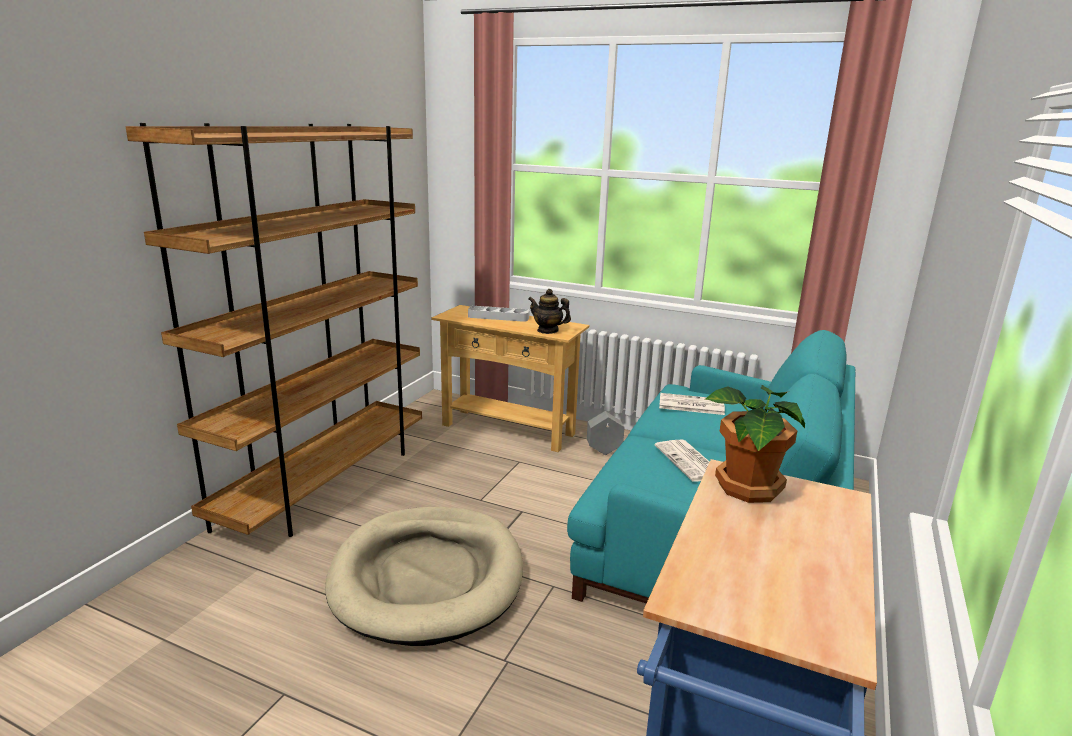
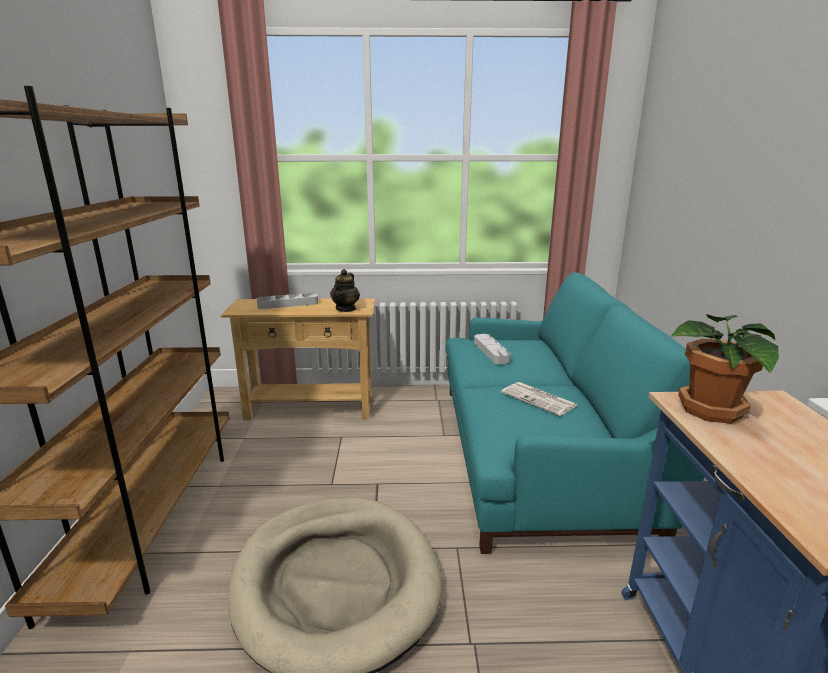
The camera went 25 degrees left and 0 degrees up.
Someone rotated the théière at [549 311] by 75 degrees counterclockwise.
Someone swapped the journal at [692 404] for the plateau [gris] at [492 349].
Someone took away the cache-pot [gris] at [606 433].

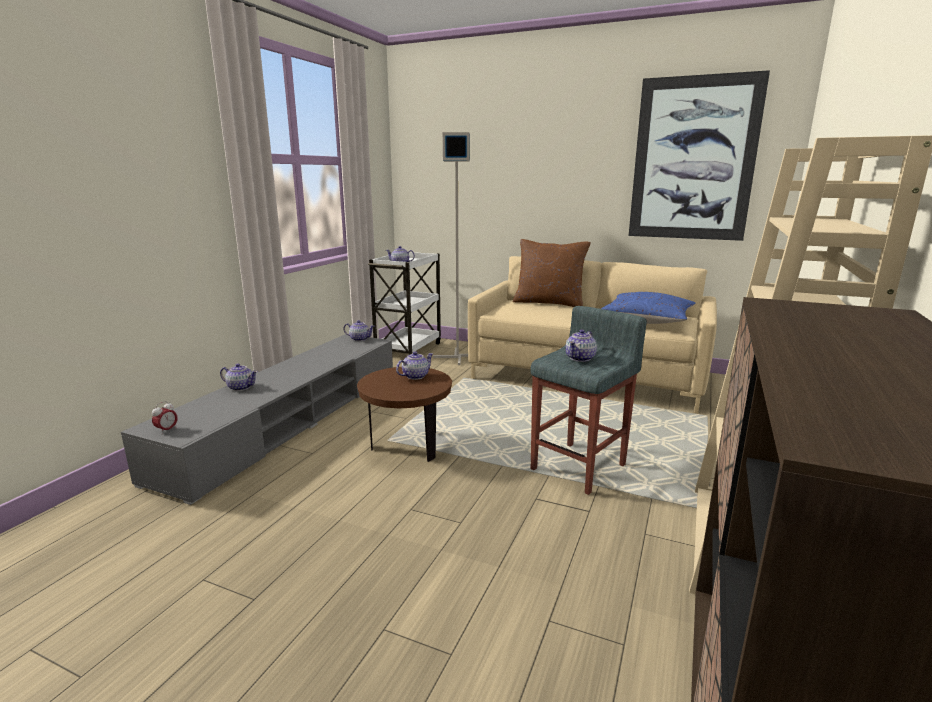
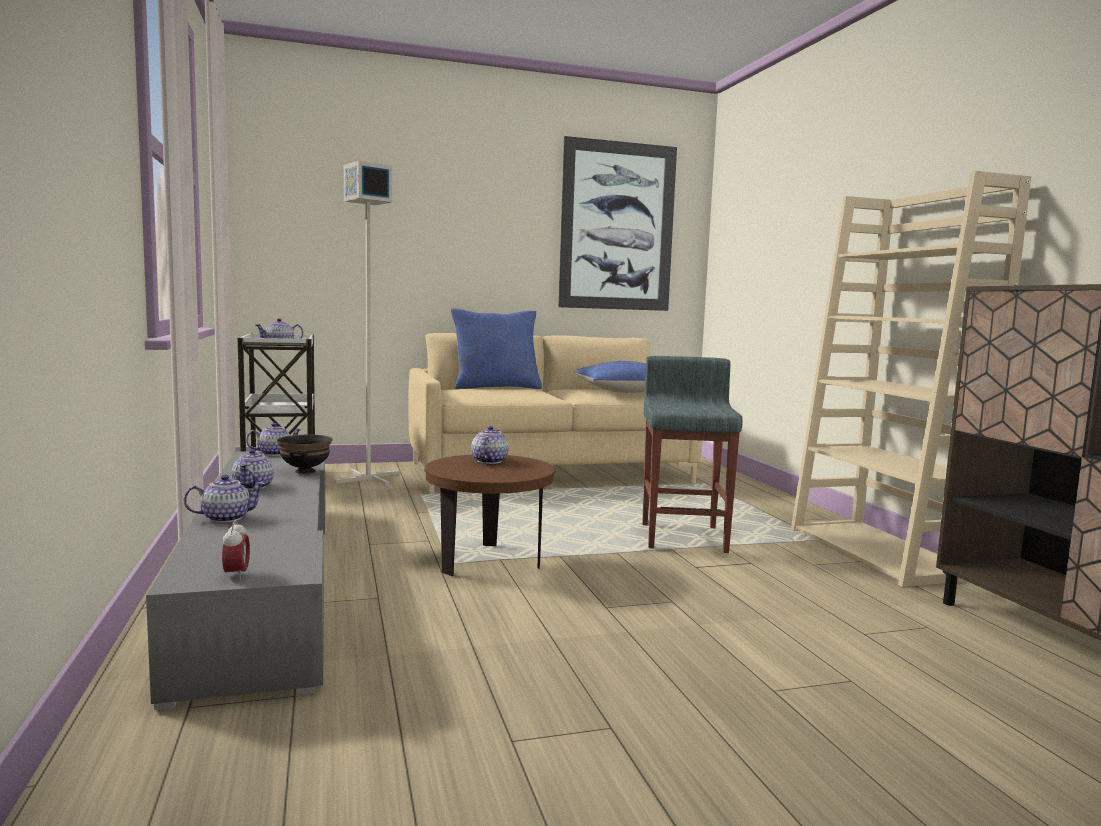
The camera went 40 degrees left and 10 degrees down.
Someone repainted the coussin [marron] at [552 273], which became the coussin [bleu] at [496 348].
Someone carried the théière from [581 345] to [253 469].
Someone put down the bol [noir] at [304 454].

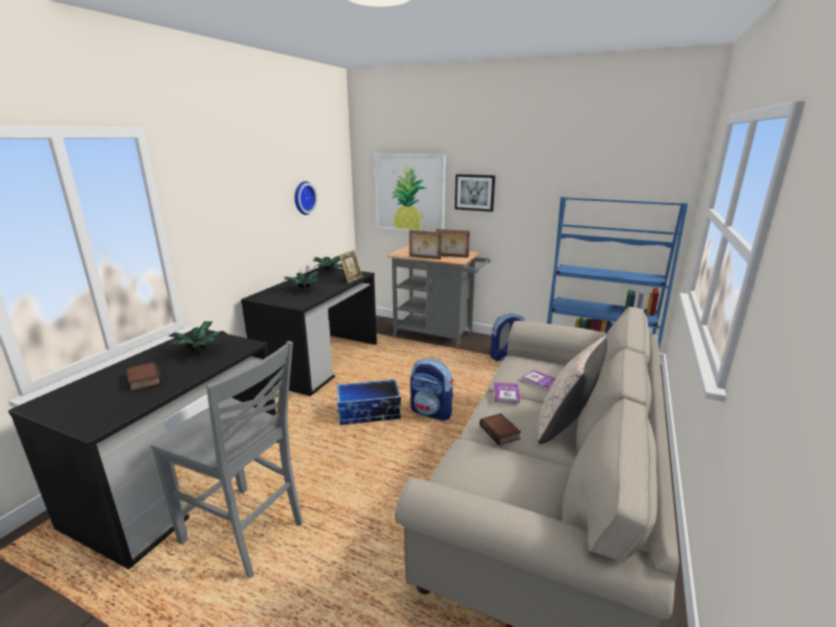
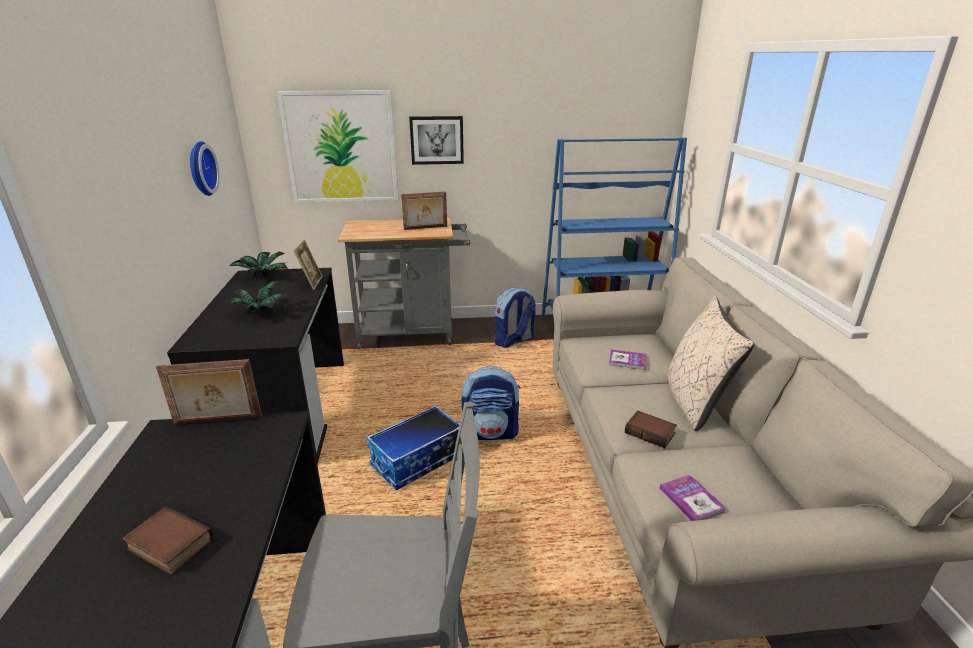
The camera went 30 degrees left and 5 degrees up.
Someone carried the cadre photo from [425 244] to [209 392].
Someone took away the plante en pot at [194 336].
Someone carried the livre from [507 392] to [692 498].

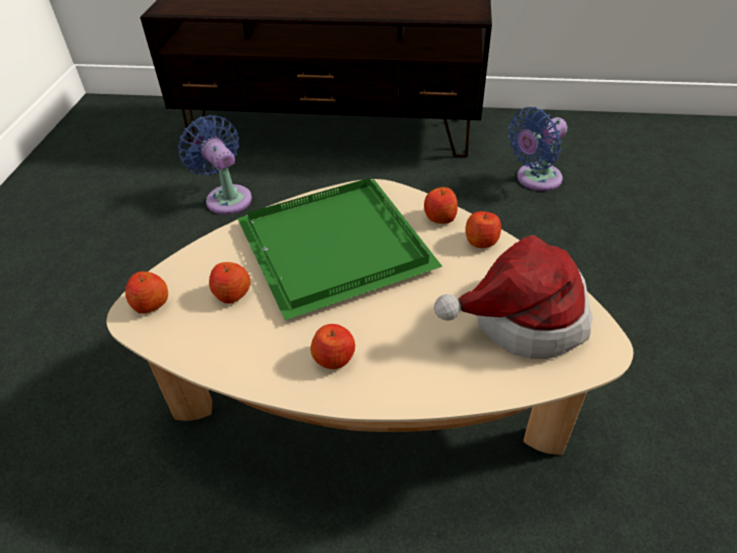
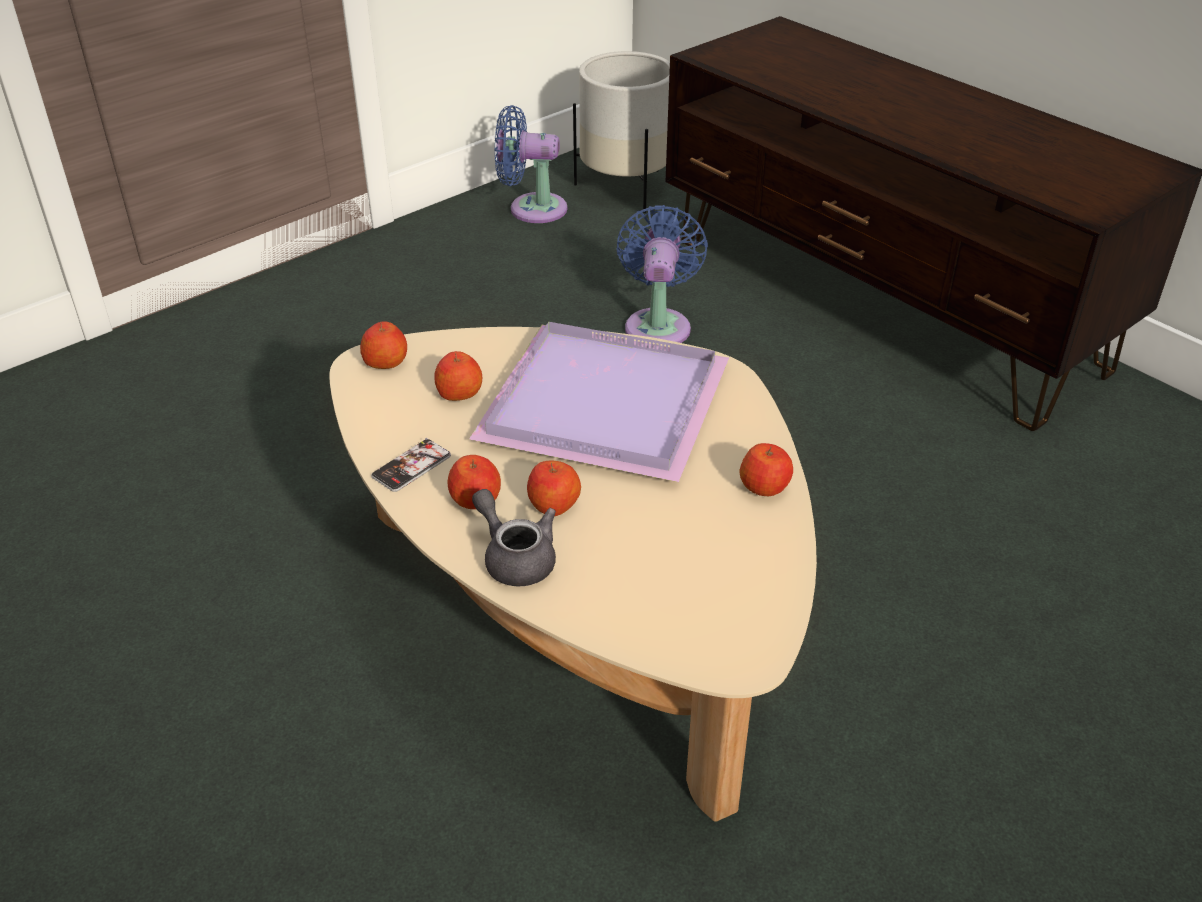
The camera went 40 degrees right and 5 degrees down.
Someone carried the ventilateur [bleu] from [538 149] to [531 164].
Someone repainted the plateau [vert] at [340 249], which became the plateau [violet] at [599 402].
Someone carried the pomme from [441 205] to [554 488].
Someone took away the chapeau at [513 297].
Someone put down the cache-pot [blanc] at [621 132].
Someone put down the téléphone at [411 465].
Someone put down the théière [gris] at [514 537].

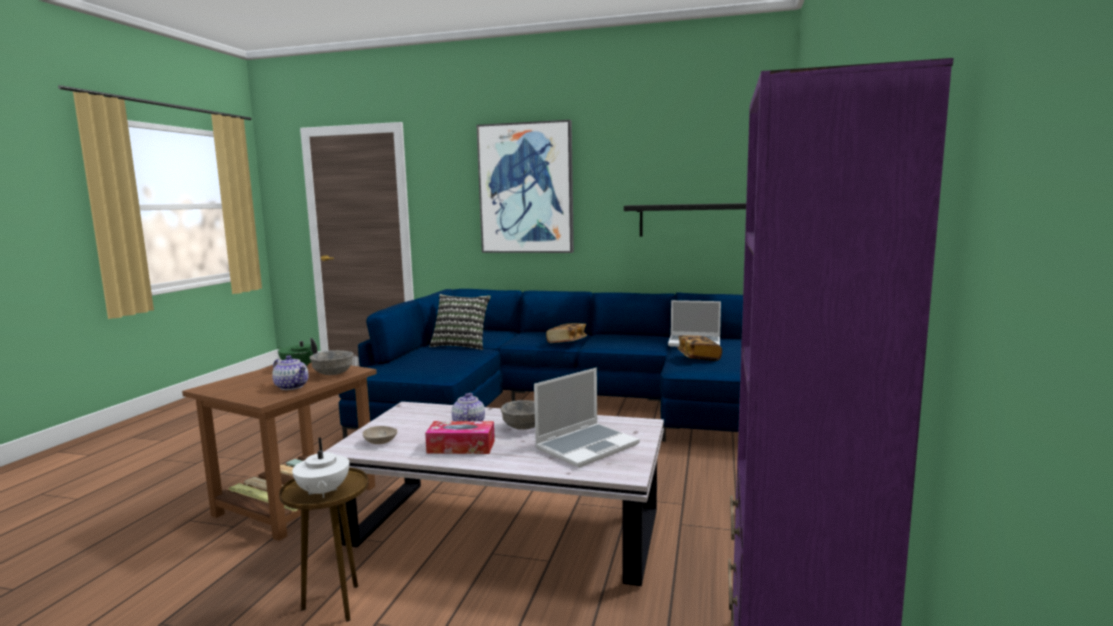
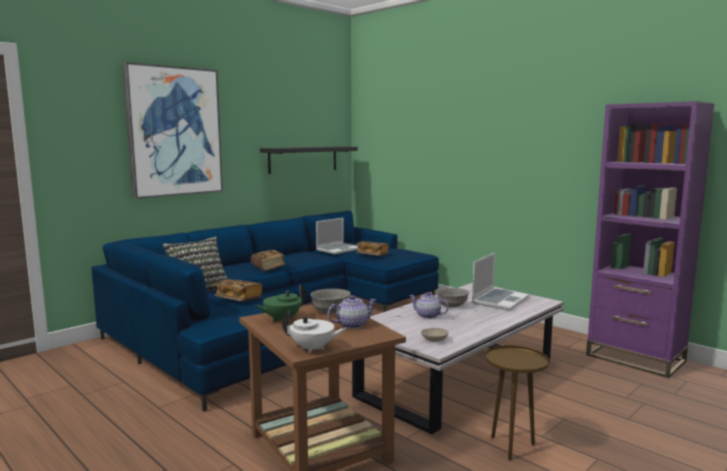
The camera went 60 degrees left and 0 degrees up.
Someone rotated the ordinateur portable at [587 418] by 45 degrees clockwise.
Someone took away the boîte à mouchoirs at [460 437].
Someone carried the théière [blanc] from [320 468] to [314 332].
Someone put down the livre at [238 290].

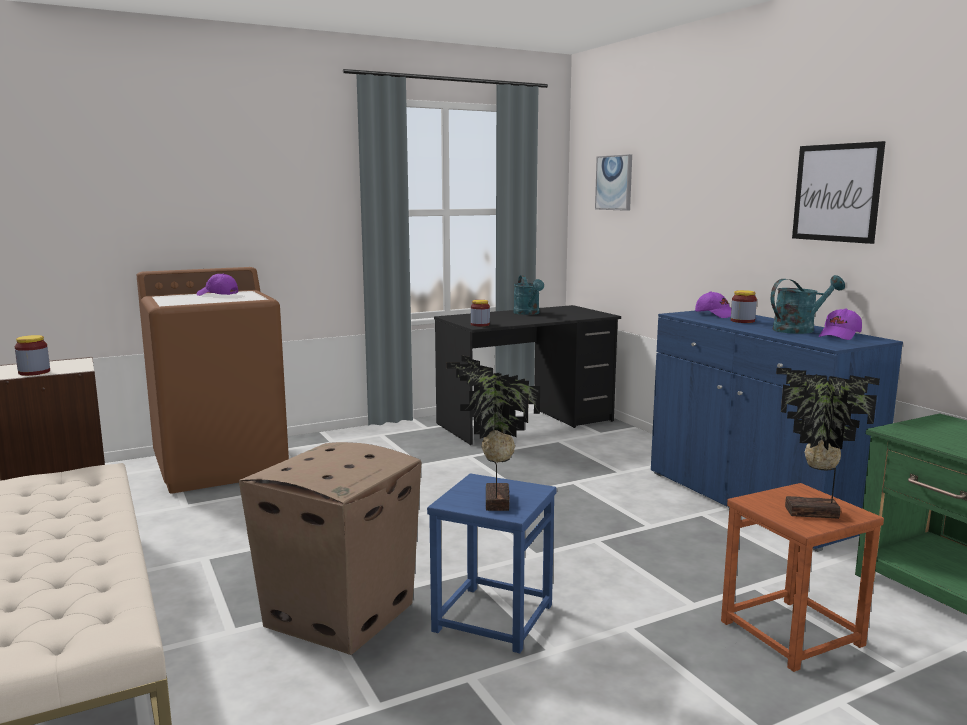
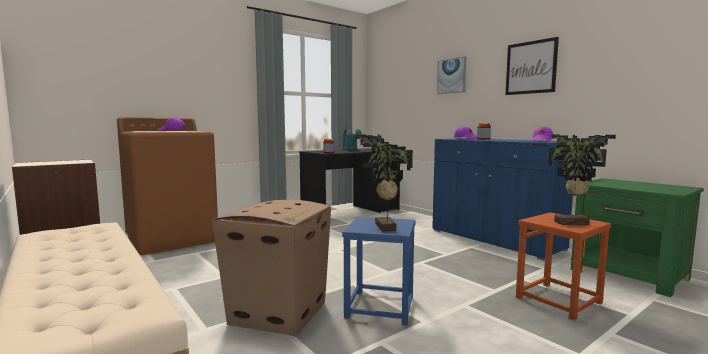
The camera went 10 degrees left and 5 degrees down.
Someone carried the tableau from [613 182] to [451 75].
Someone took away the arrosoir [turquoise] at [808 304].
Someone took away the bocal at [32 355].

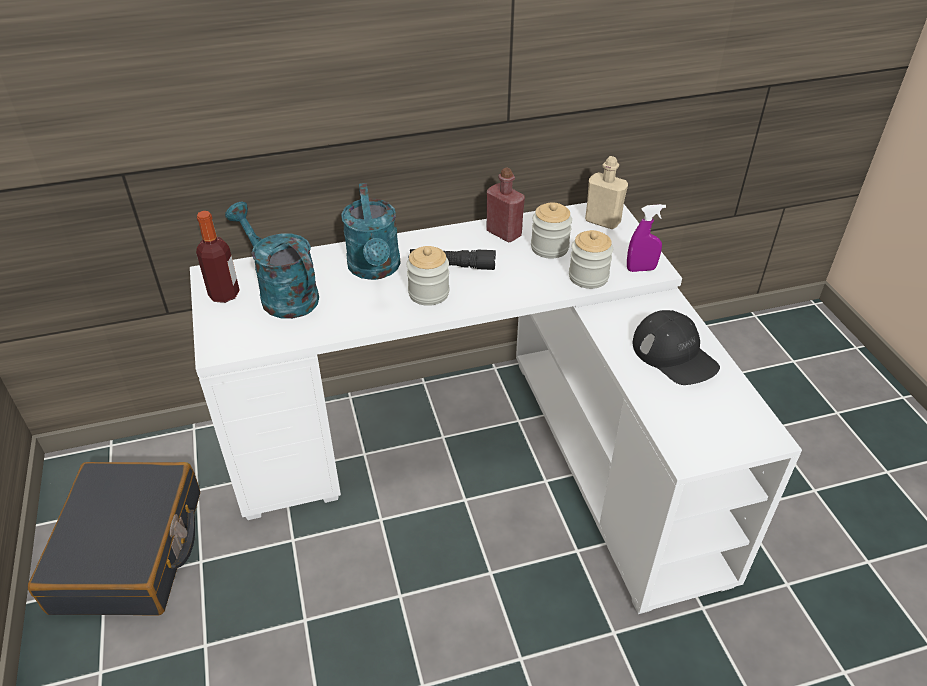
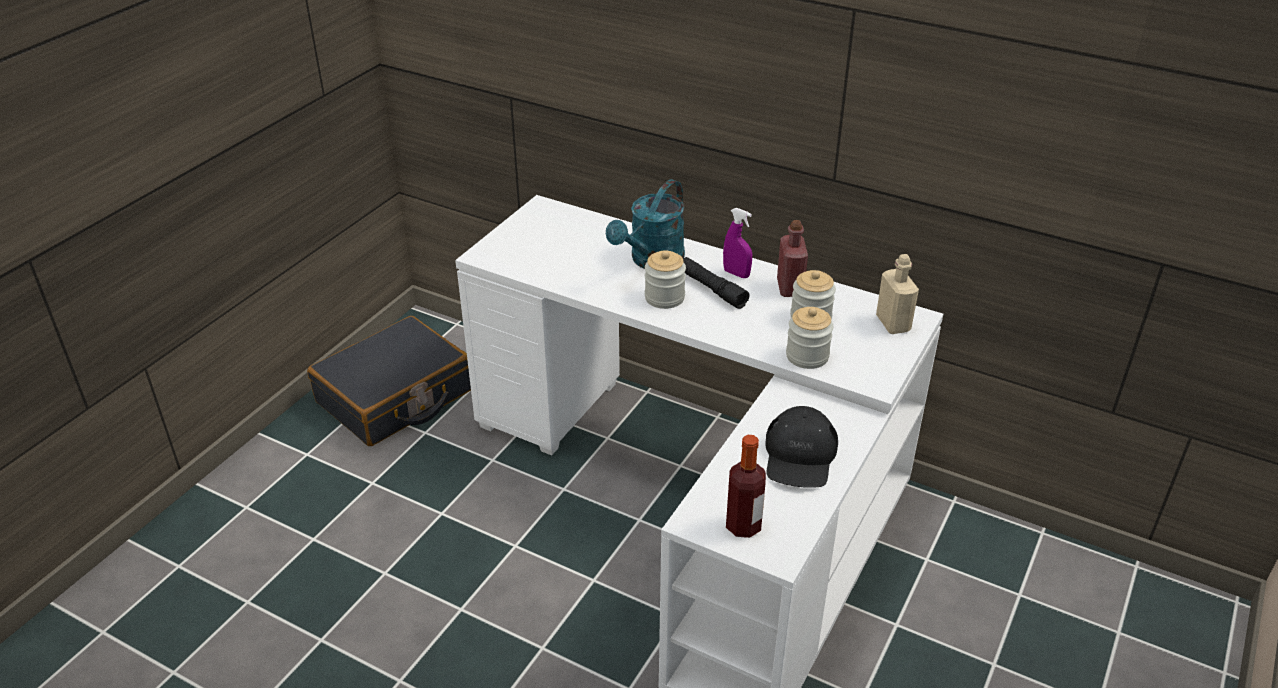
The camera went 45 degrees right and 5 degrees down.
Someone took away the arrosoir [turquoise] at [272 260].
Someone carried the vaporisateur [violet] from [646 238] to [737 243].
Someone carried the bouteille from [218 257] to [746 486].

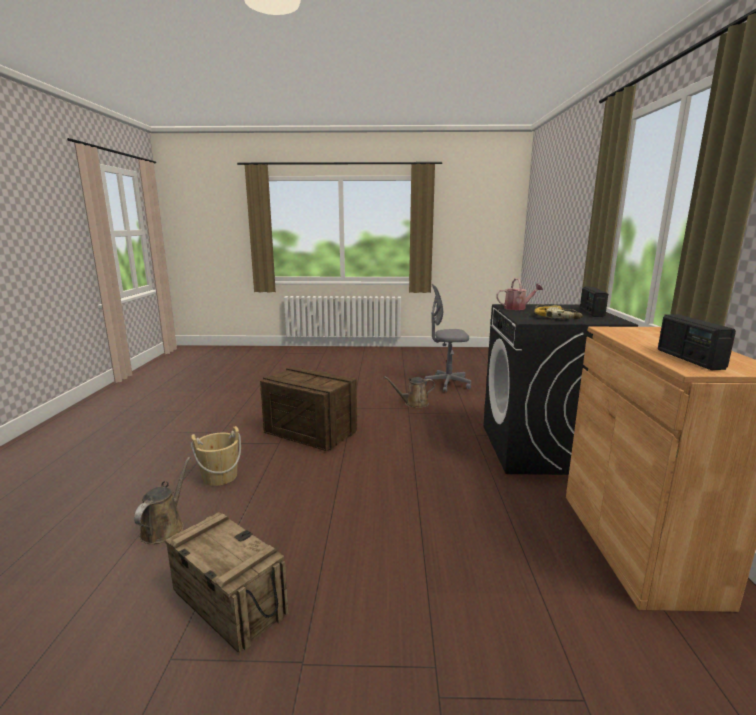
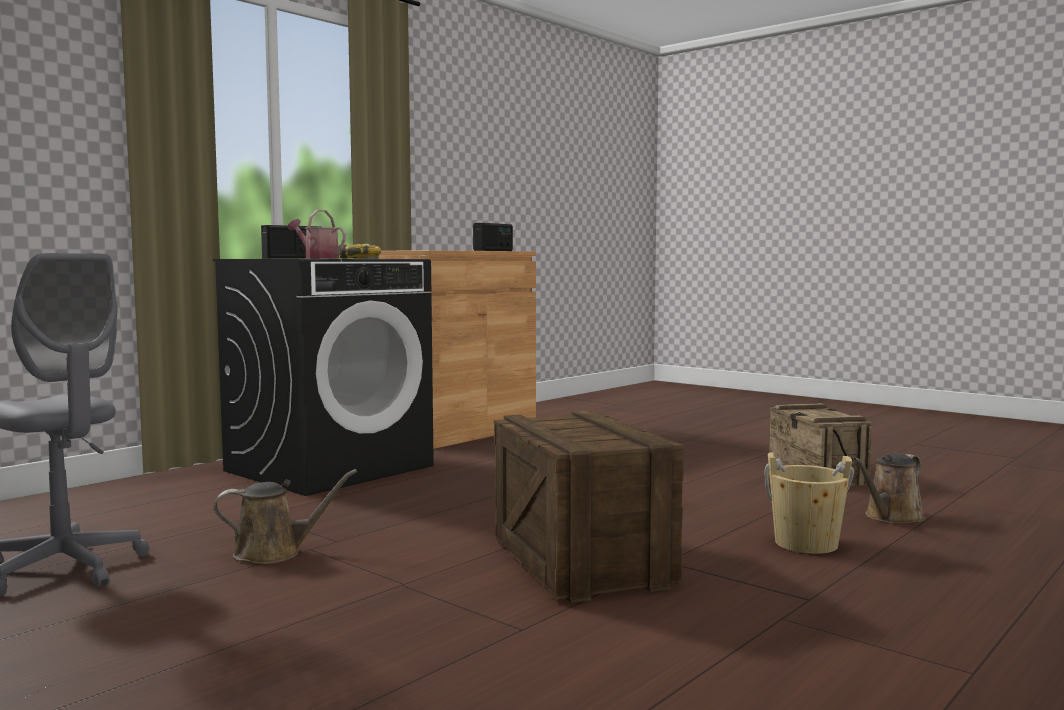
The camera went 140 degrees left and 10 degrees down.
Someone rotated the arrosoir [marron] at [409 392] by 45 degrees counterclockwise.

